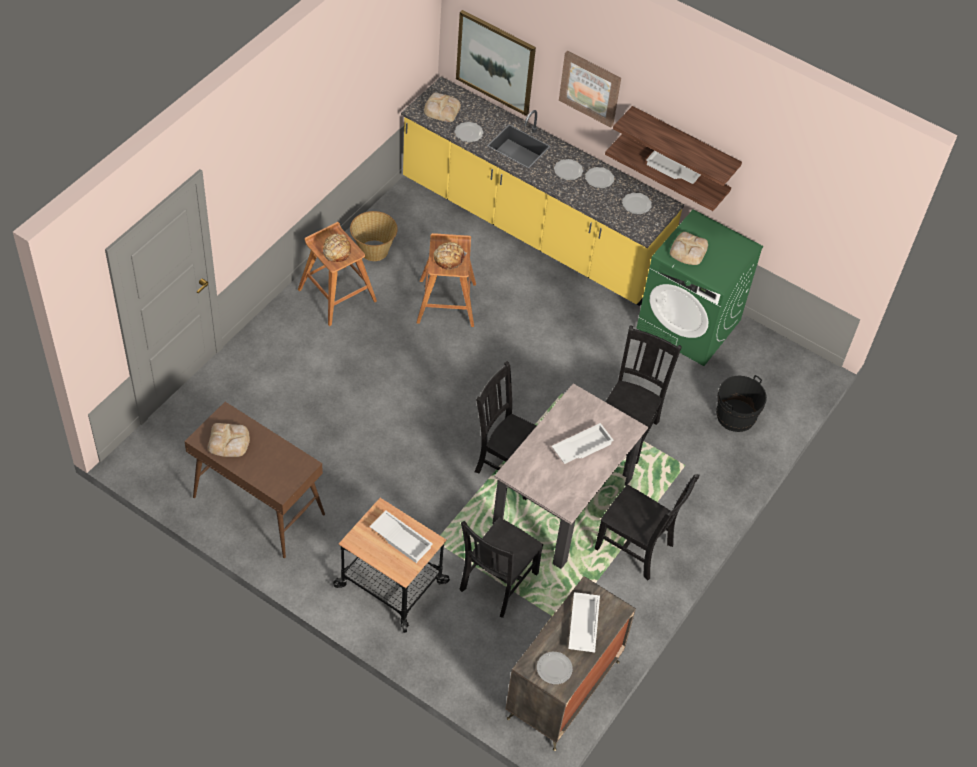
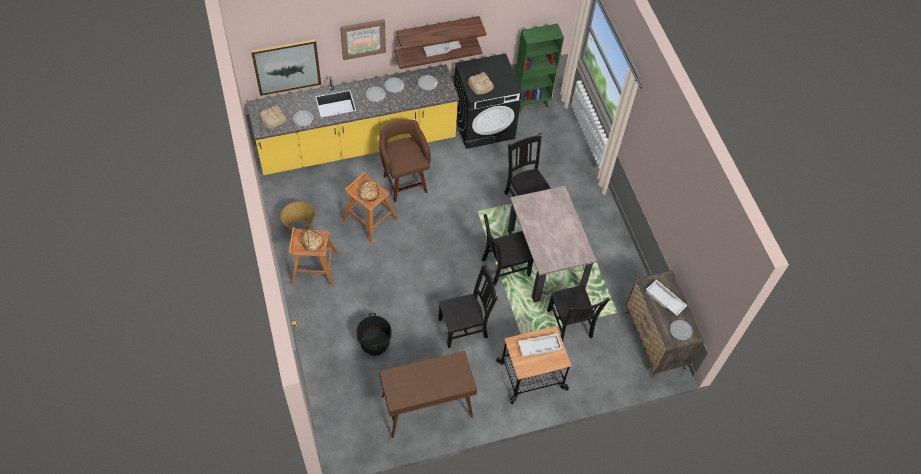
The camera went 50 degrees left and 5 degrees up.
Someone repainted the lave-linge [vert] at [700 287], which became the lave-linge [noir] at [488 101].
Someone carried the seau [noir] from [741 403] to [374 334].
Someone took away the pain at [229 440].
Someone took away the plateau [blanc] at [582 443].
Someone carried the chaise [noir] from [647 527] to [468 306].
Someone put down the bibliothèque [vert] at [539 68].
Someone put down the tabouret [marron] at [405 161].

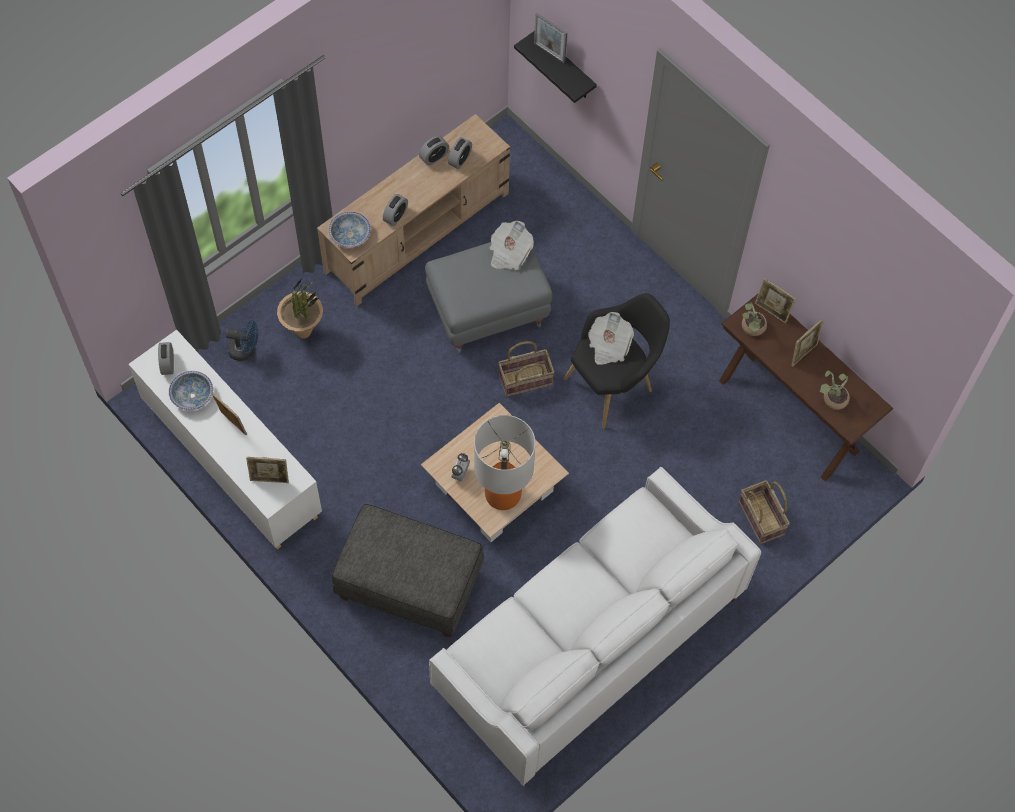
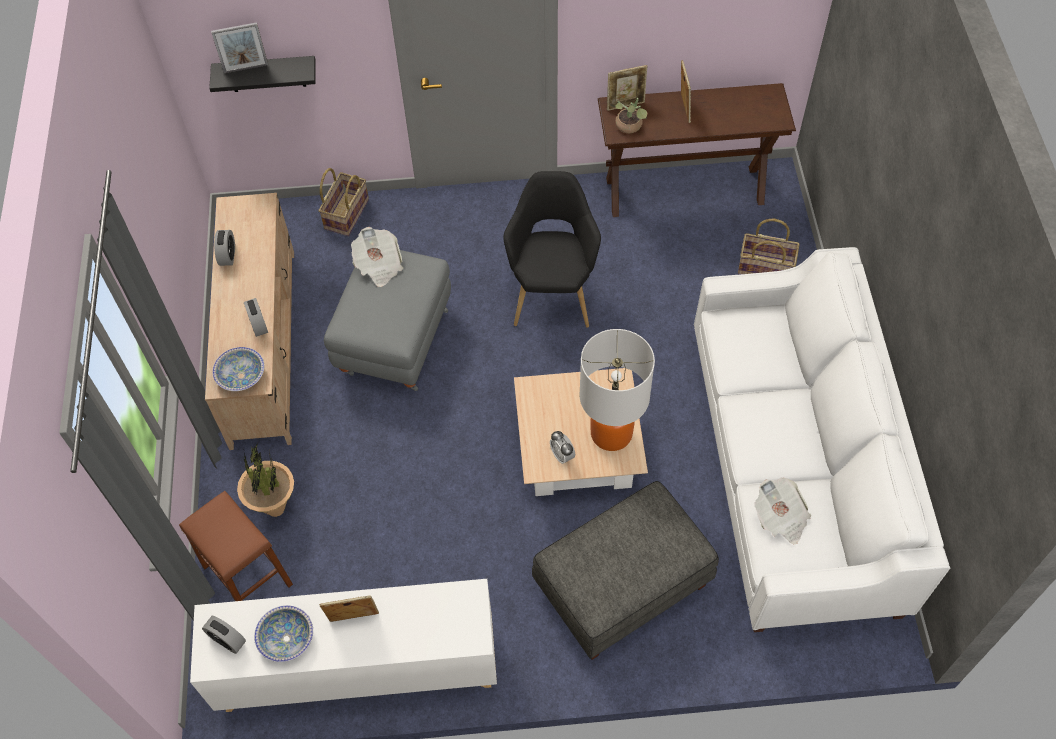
The camera went 50 degrees left and 5 degrees down.
Someone took away the réveil at [460 153].
Someone carried the journal from [611 338] to [782 511].
Someone swapped the ventilateur [bleu] at [241 340] for the tabouret [marron] at [236 546].
Someone carried the panier from [526 369] to [344 202].
Someone took away the plante en pot at [834 390].
Someone took away the cadre photo at [267 470].

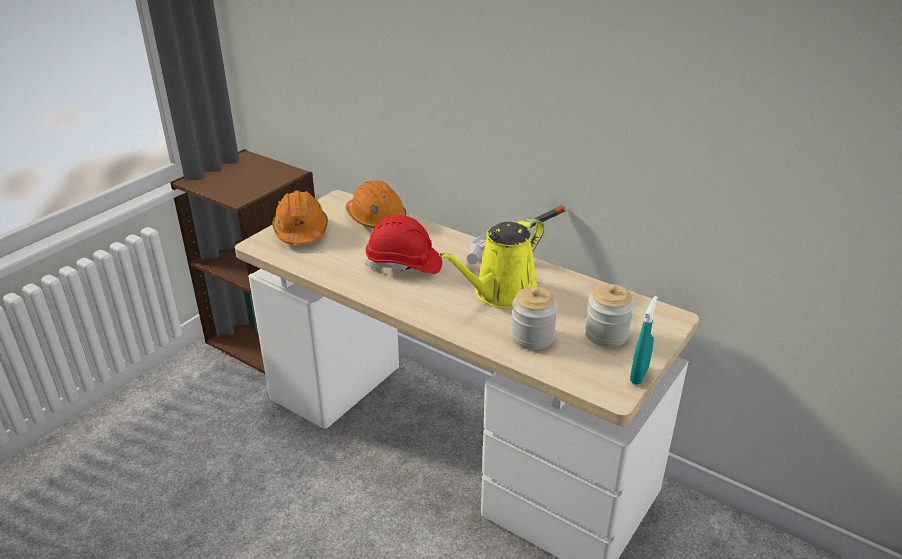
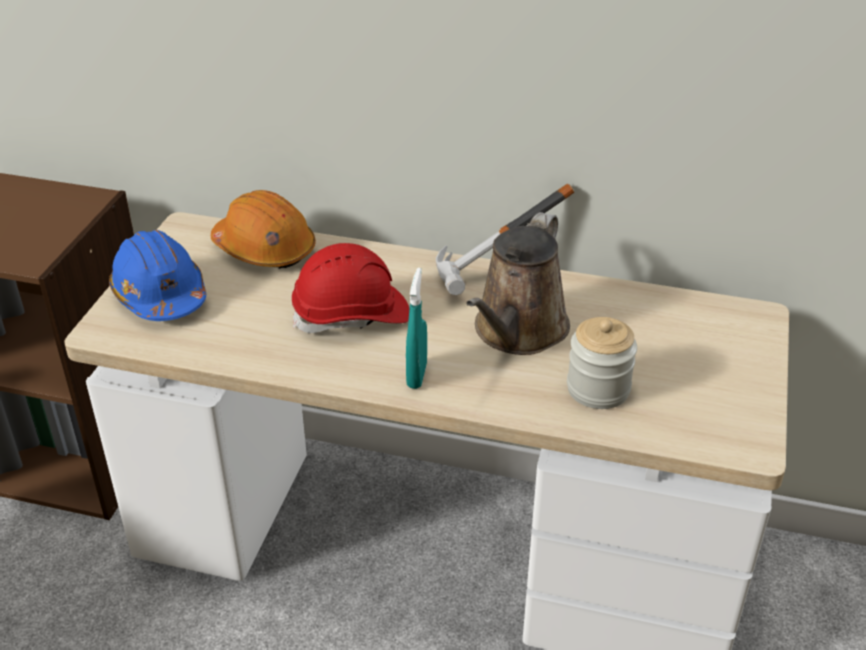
The camera went 20 degrees left and 5 degrees up.
Someone repainted the casque de chantier [orange] at [300 217], which became the casque de chantier [bleu] at [157 275].
Someone repainted the arrosoir [jaune] at [491 263], which became the arrosoir [marron] at [518 283].
Someone took away the bocal at [609 315].
Someone carried the vaporisateur [turquoise] from [644 340] to [416 328].

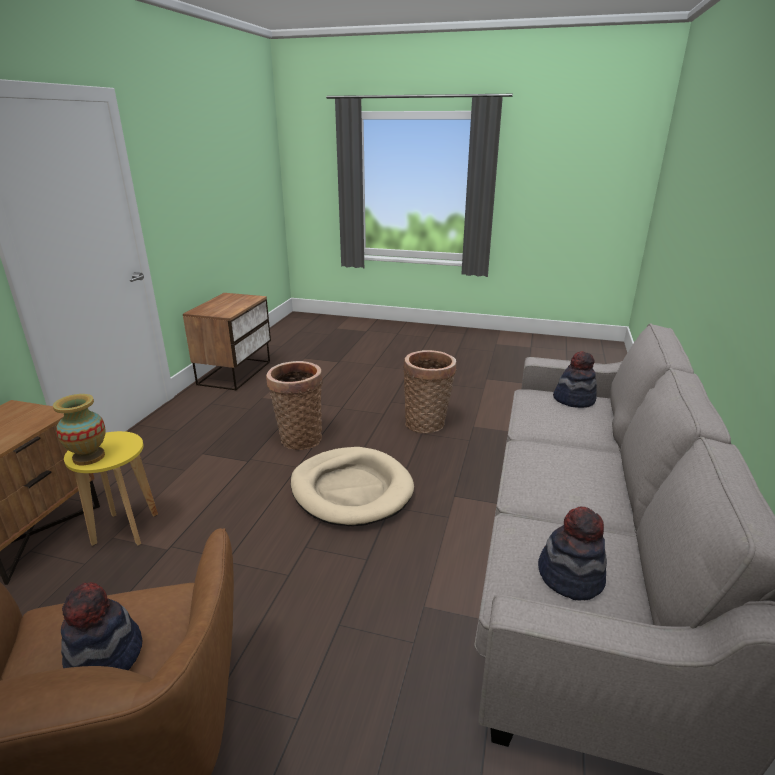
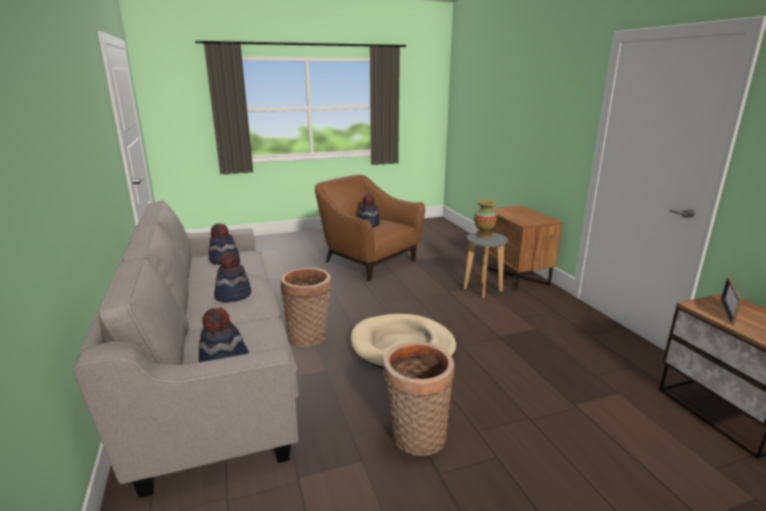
The camera went 145 degrees right and 5 degrees down.
Someone carried the panier from [294 405] to [306 307].
Someone repainted the tabouret [jaune] at [111 488], which became the tabouret [gris] at [486 265].
Someone put down the chapeau at [232 277].
Someone put down the cadre photo at [731 301].

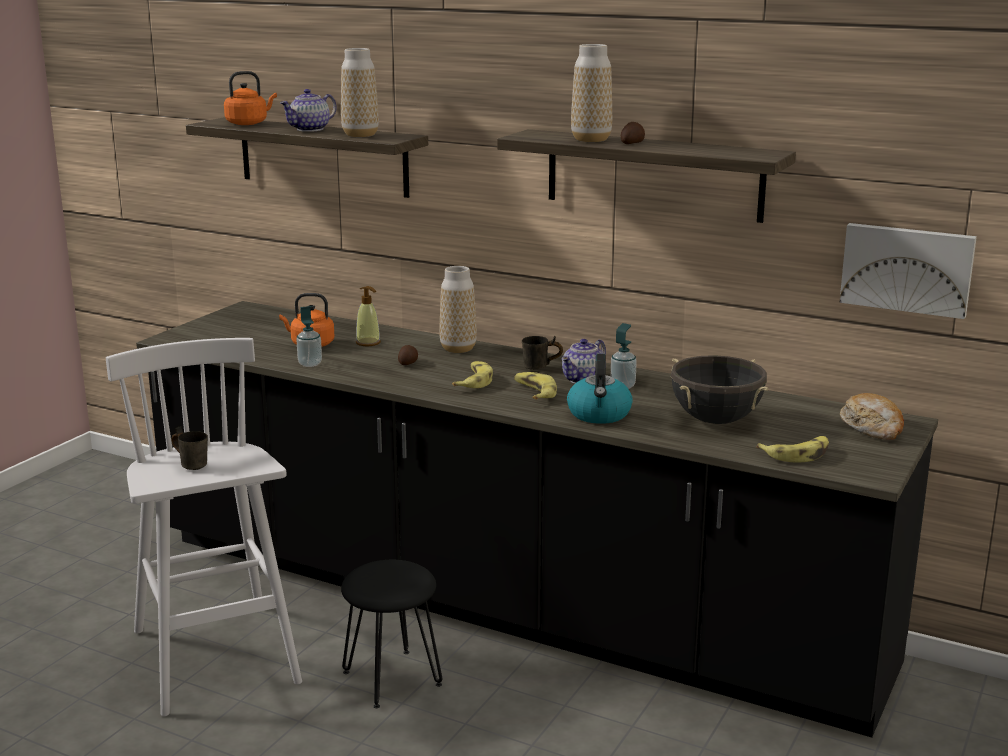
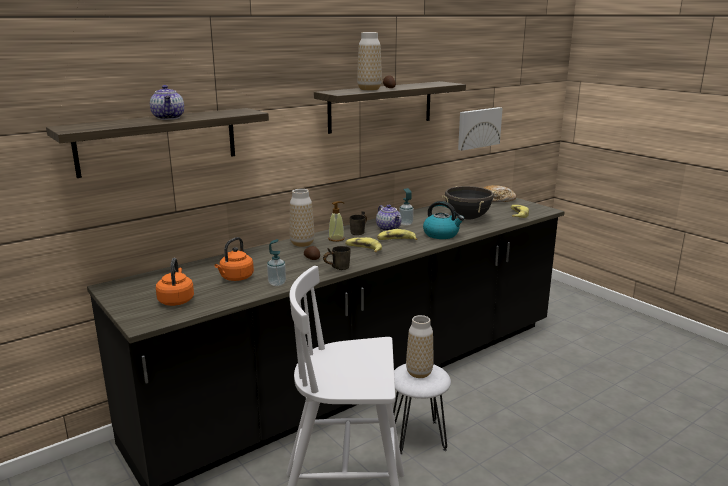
The camera went 65 degrees left and 0 degrees up.
Someone carried the vase from [360 92] to [420 346].
Someone carried the bouilloire [orange] from [250 98] to [175 282].
Someone carried the distributeur de savon from [368 316] to [336 221].
Someone carried the mug [gris] from [189 448] to [337 258].
Someone repainted the tabouret [noir] at [391 634], which became the tabouret [blanc] at [422 409].

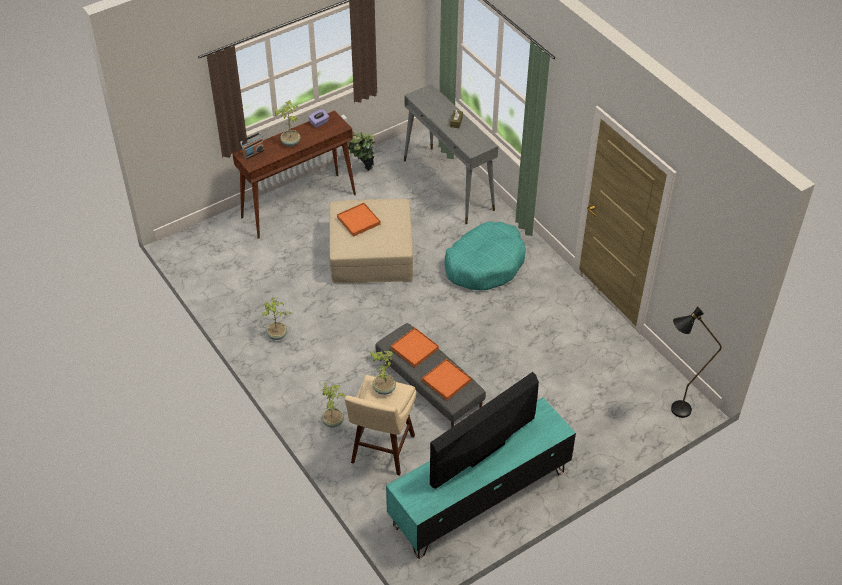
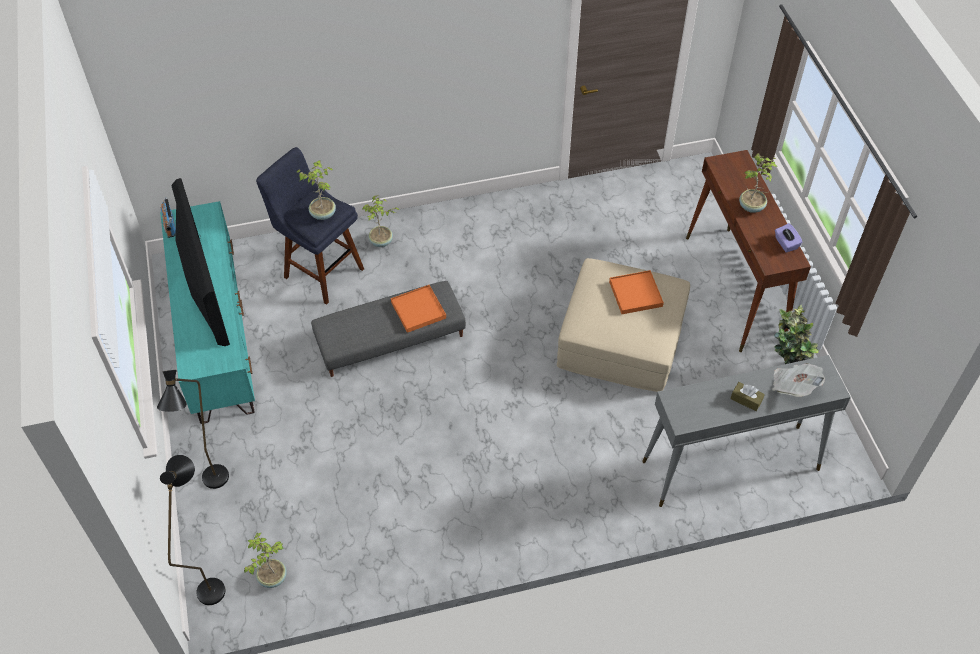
The camera went 110 degrees right and 5 degrees up.
Someone carried the radio from [252 145] to [168 218].
Someone took away the panier pour chien [turquoise] at [485 255].
Someone carried the plante en pot from [276 318] to [265 560].
Someone took away the plateau [orange] at [446 379].
Someone repainted the tabouret [beige] at [380 425], which became the tabouret [bleu] at [310 226].
Someone put down the journal at [798 380].
Someone put down the lampadaire [noir] at [193 429].

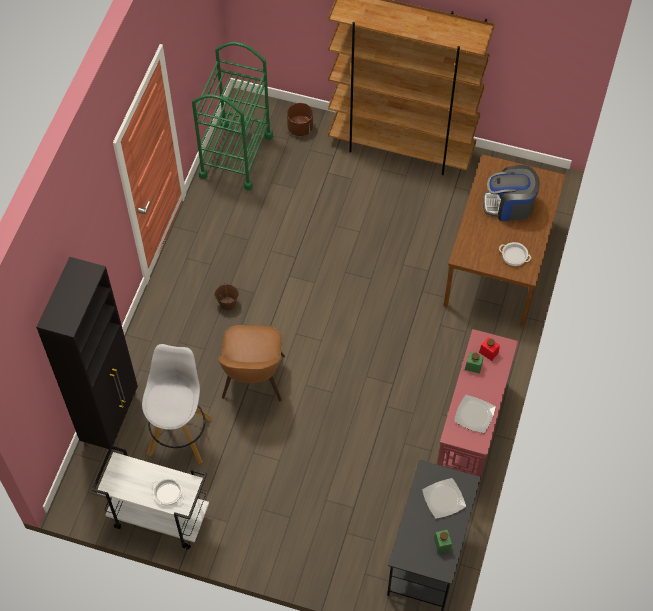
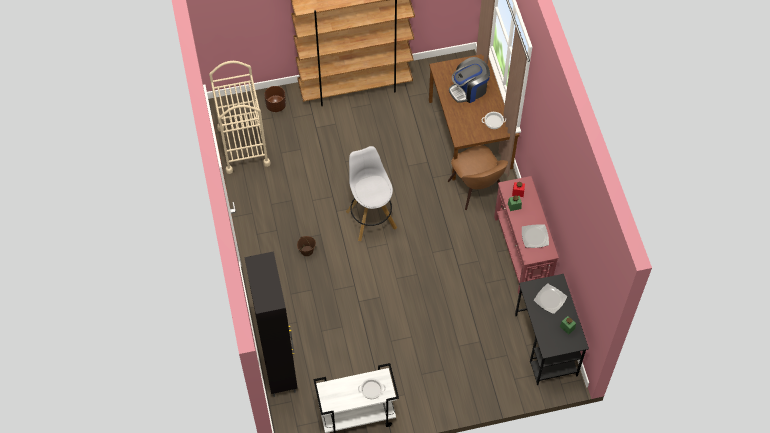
The camera went 30 degrees left and 0 degrees up.
Someone repainted the chariot [vert] at [232 116], which became the chariot [beige] at [239 117].
Someone carried the chaise [marron] from [251 363] to [477 177].
Someone carried the tabouret [blanc] from [177 404] to [371 193].

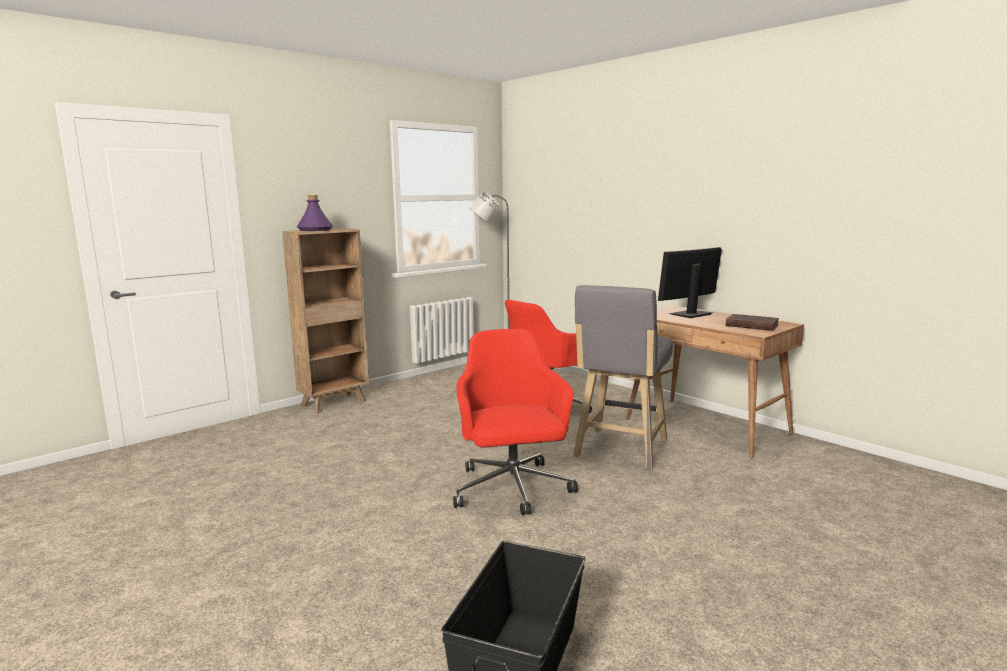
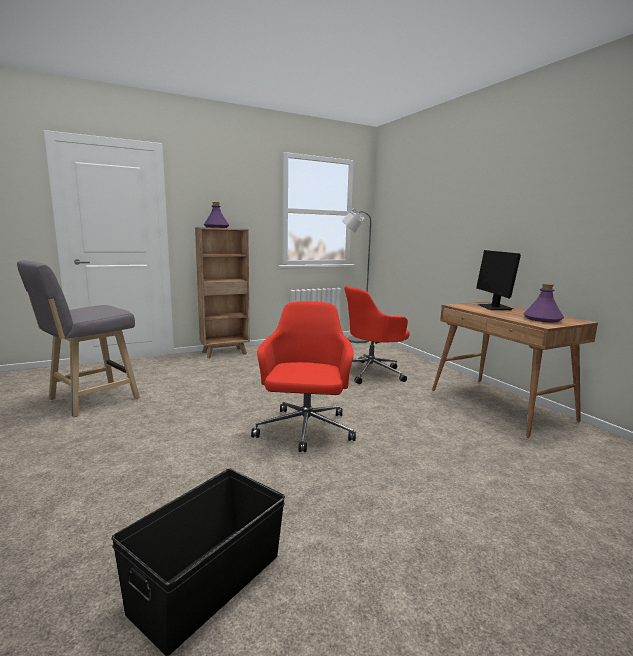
The camera went 15 degrees right and 0 degrees up.
Someone rotated the écran d'ordinateur at [690 282] by 75 degrees counterclockwise.
Someone carried the tabouret [gris] from [623 377] to [78 338].
Someone swapped the livre [marron] at [752 322] for the bouteille [violet] at [543 303].

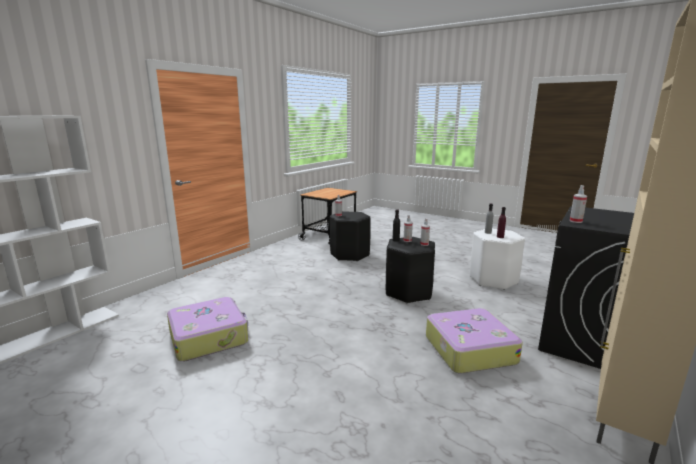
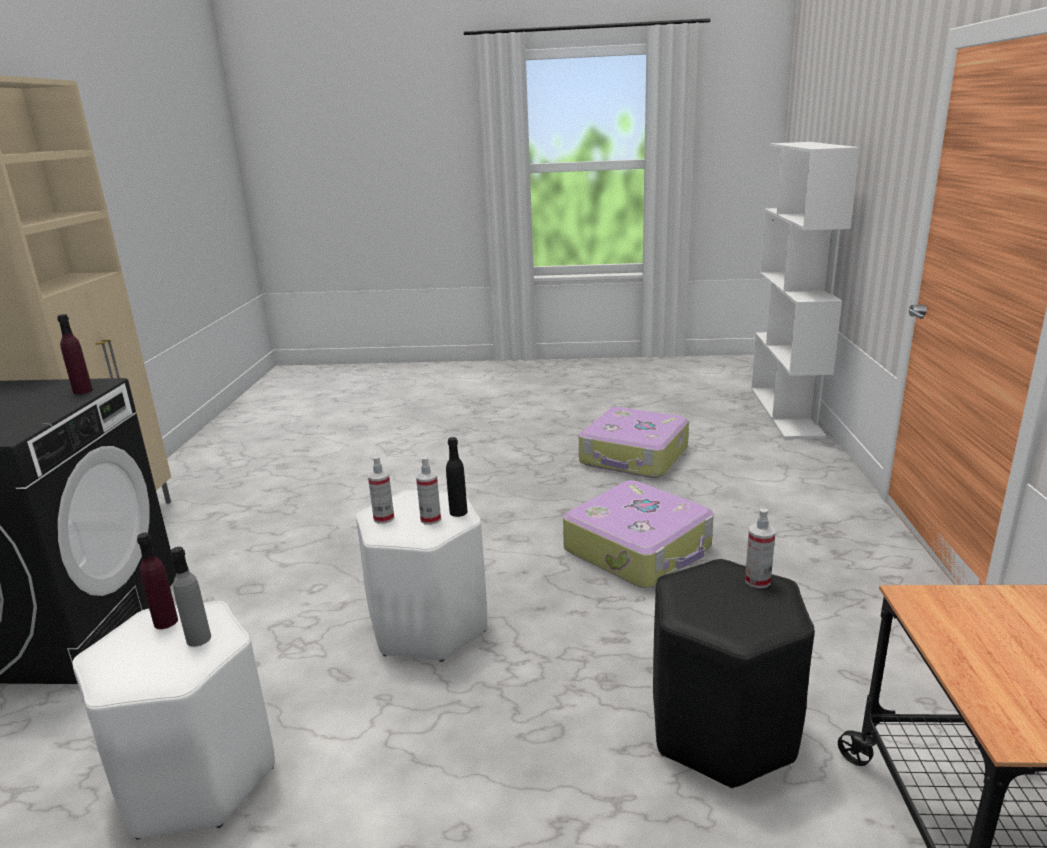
The camera went 150 degrees right and 5 degrees up.
Someone swapped the vaporisateur at [578 204] for the bouteille [violet] at [75 354].
Someone repainted the tabouret [noir] at [410 270], which became the tabouret [blanc] at [421 576].
Someone carried the valise from [474 340] to [638 534].

